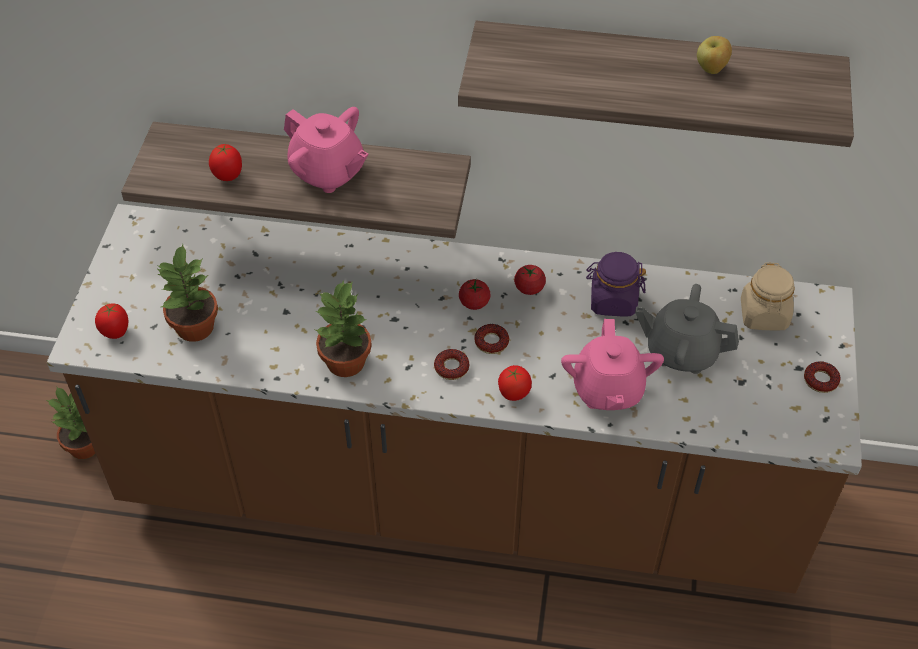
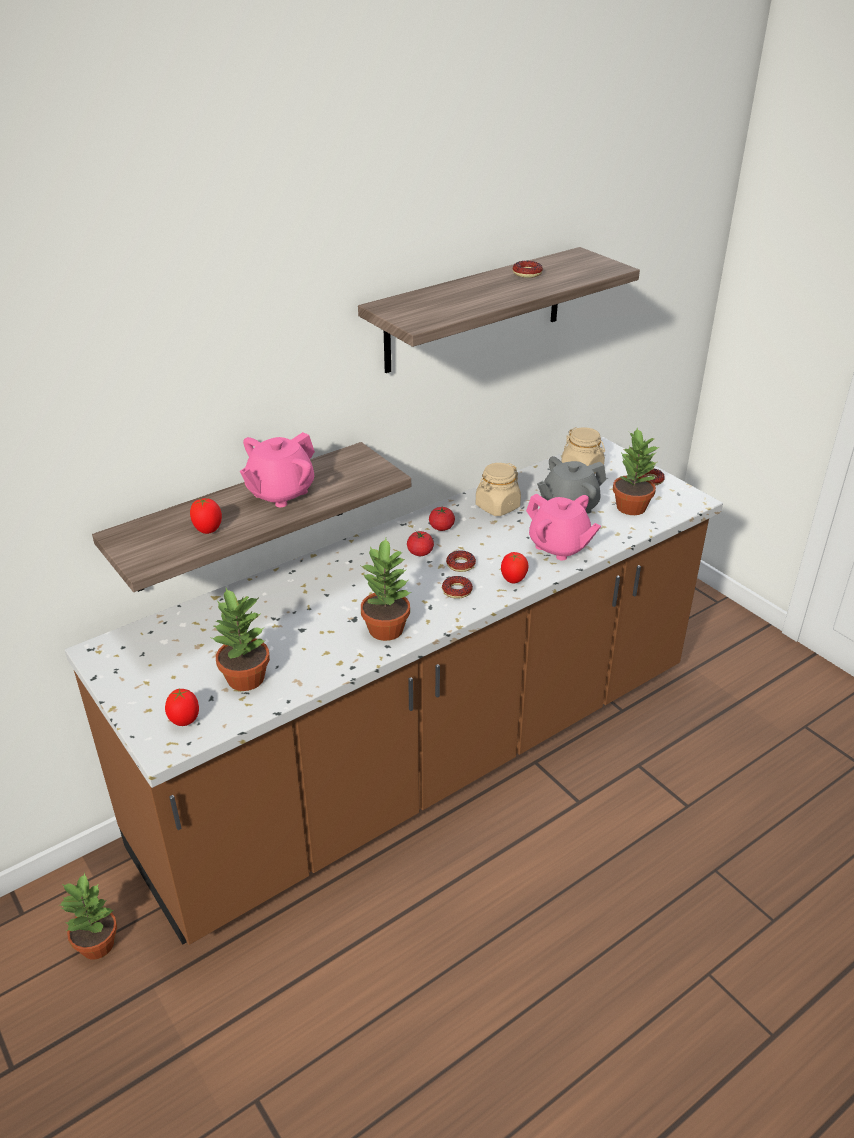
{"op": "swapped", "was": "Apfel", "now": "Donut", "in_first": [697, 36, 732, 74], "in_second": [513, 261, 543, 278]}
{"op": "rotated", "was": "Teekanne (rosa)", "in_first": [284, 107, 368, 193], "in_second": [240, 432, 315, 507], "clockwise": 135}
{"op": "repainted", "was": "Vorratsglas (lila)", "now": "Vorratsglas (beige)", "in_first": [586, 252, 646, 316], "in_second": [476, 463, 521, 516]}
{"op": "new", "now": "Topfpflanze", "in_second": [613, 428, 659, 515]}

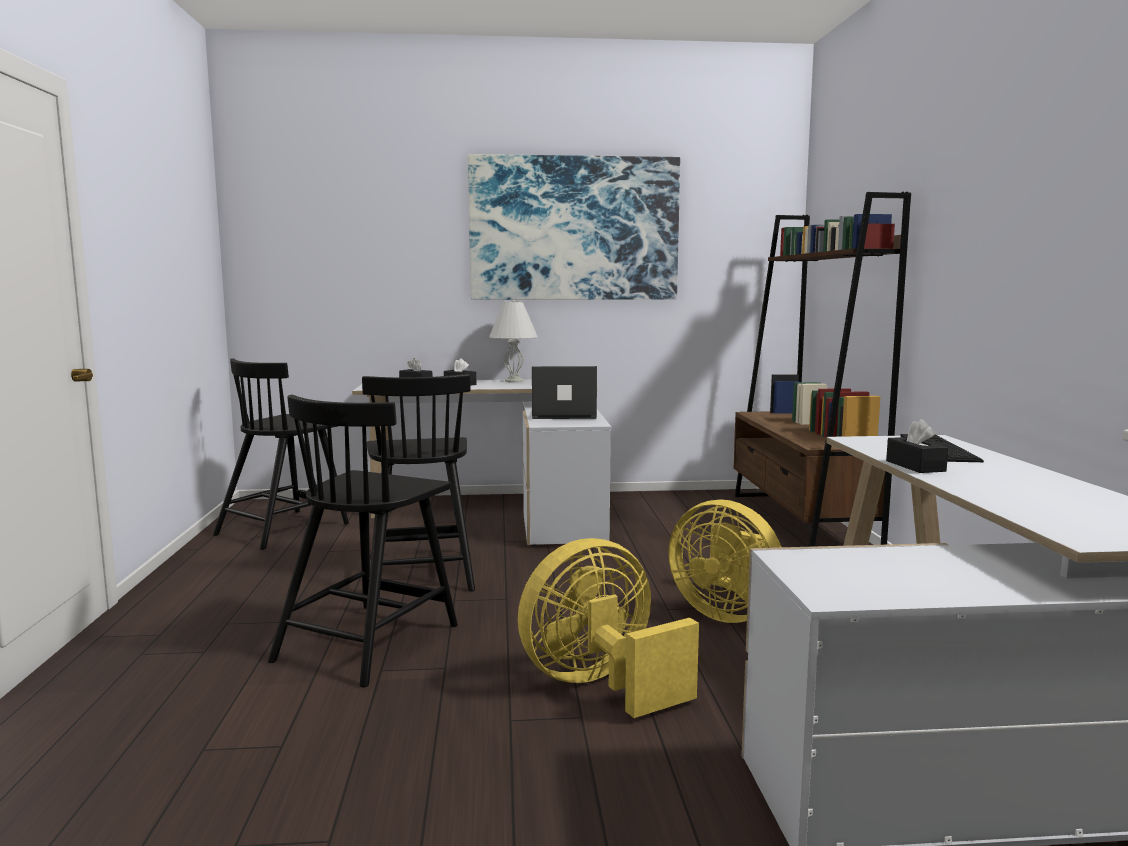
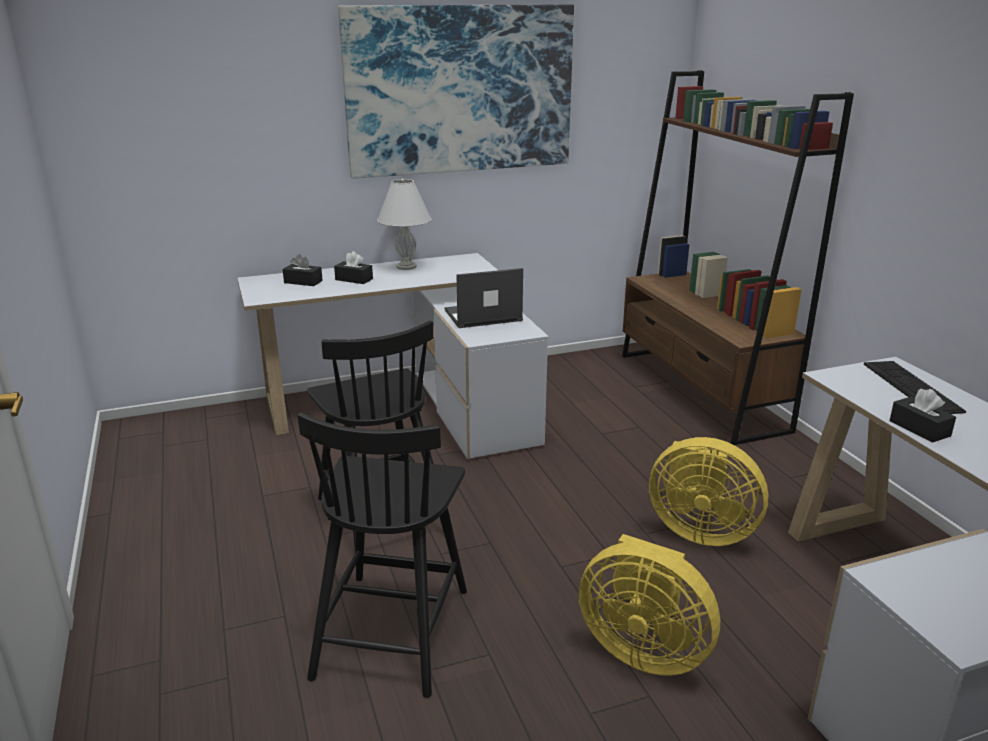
{"op": "gone", "was": "Stuhl (schwarz)", "in_first": [213, 358, 349, 550]}
{"op": "rotated", "was": "Ventilator (gelb)", "in_first": [518, 538, 699, 718], "in_second": [579, 534, 720, 676], "clockwise": -105}

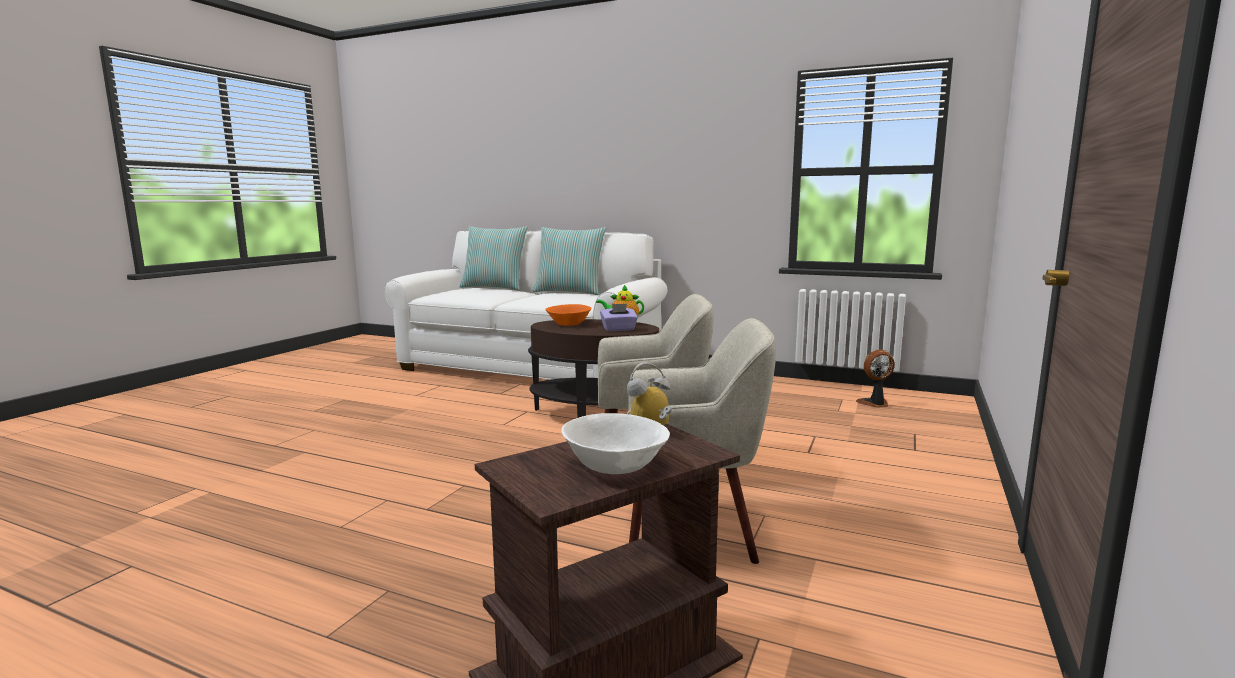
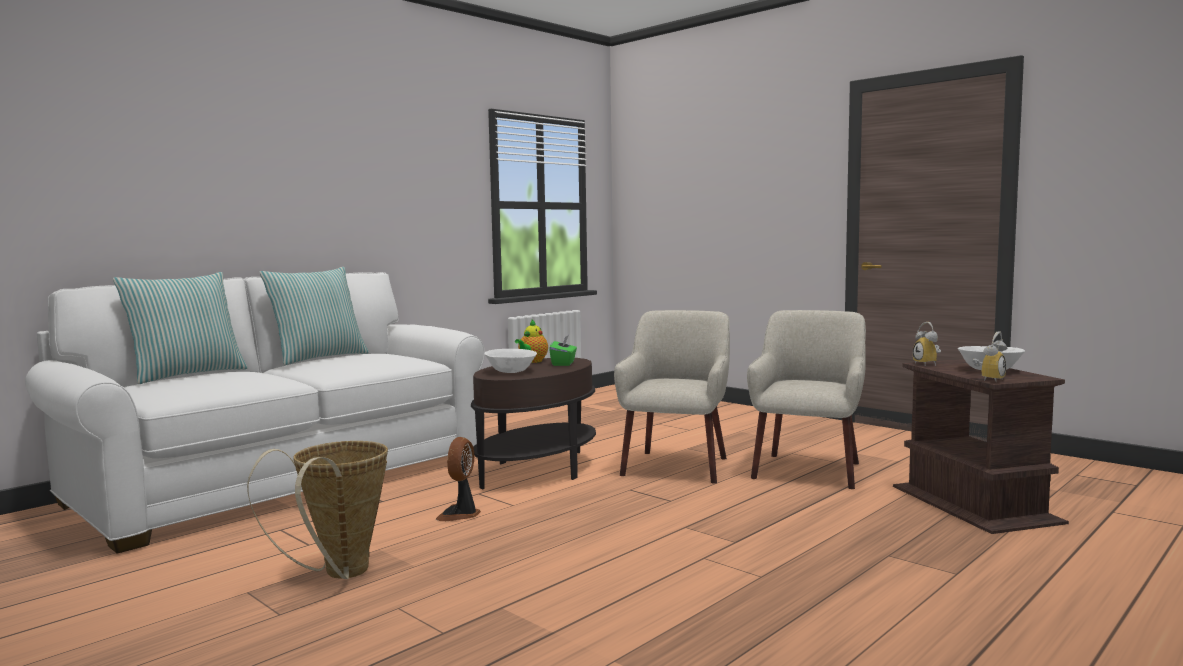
{"op": "repainted", "was": "Schüssel (orange)", "now": "Schüssel (weiß)", "in_first": [545, 304, 591, 326], "in_second": [484, 349, 537, 373]}
{"op": "repainted", "was": "Taschentuchbox (lila)", "now": "Taschentuchbox (grün)", "in_first": [600, 304, 638, 331], "in_second": [549, 335, 577, 366]}
{"op": "shifted", "was": "Ventilator", "in_first": [856, 349, 895, 408], "in_second": [436, 437, 481, 521]}
{"op": "new", "now": "Wecker", "in_second": [973, 331, 1007, 381]}
{"op": "new", "now": "Korb", "in_second": [247, 441, 388, 579]}

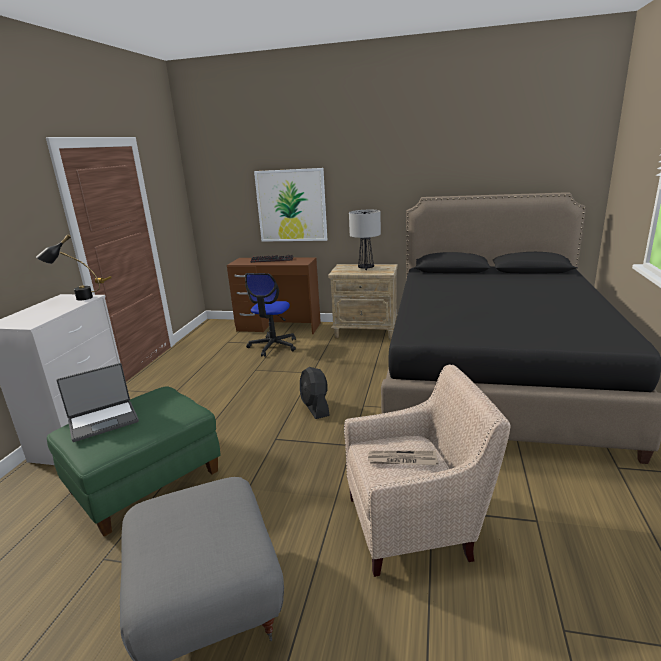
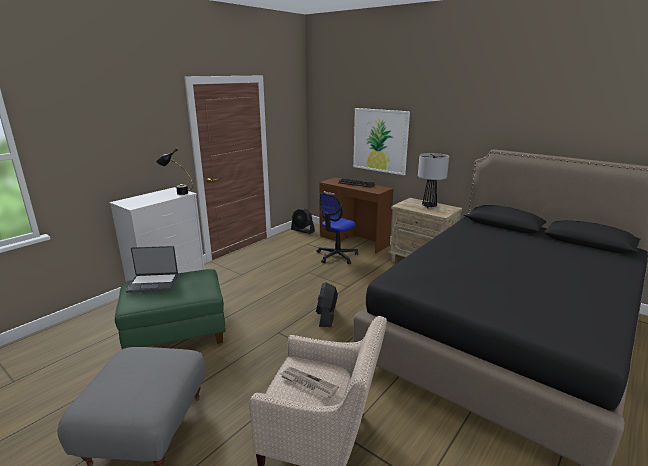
{"op": "new", "now": "Ventilator (schwarz)", "in_second": [291, 208, 315, 234]}

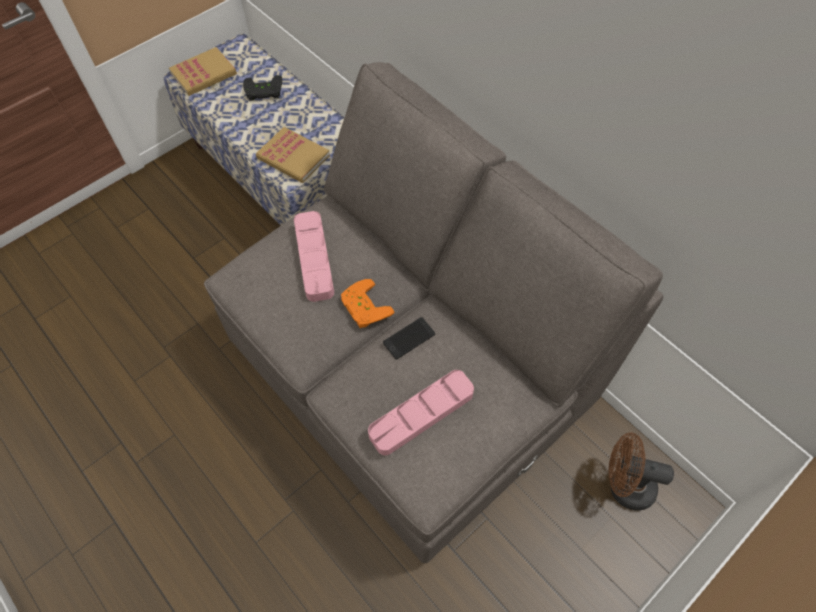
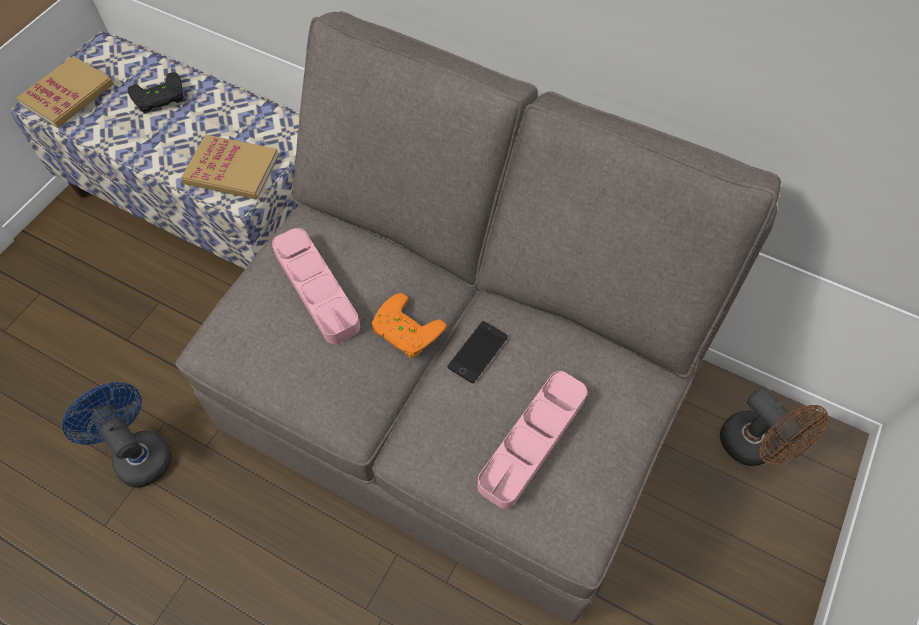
{"op": "rotated", "was": "Ventilator (braun)", "in_first": [608, 432, 674, 510], "in_second": [720, 388, 828, 466], "clockwise": -120}
{"op": "new", "now": "Ventilator (blau)", "in_second": [62, 382, 172, 488]}

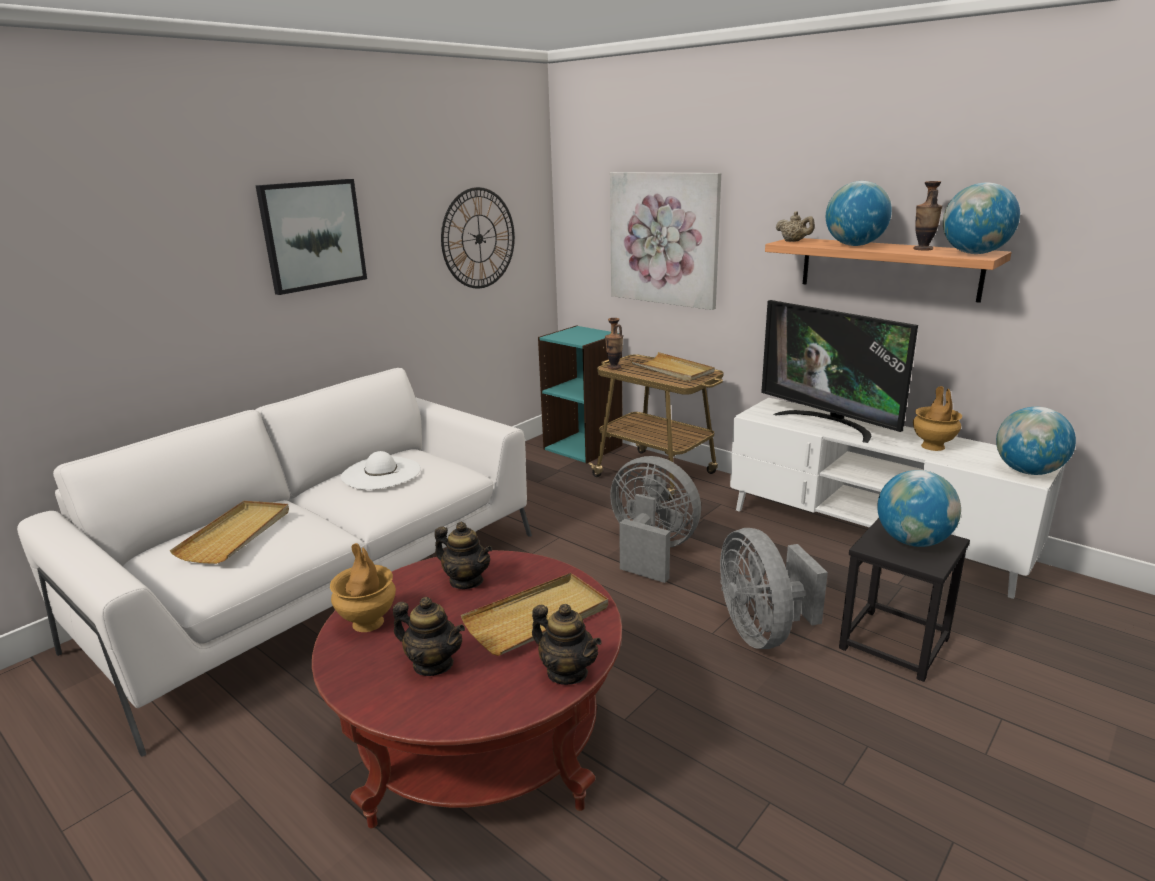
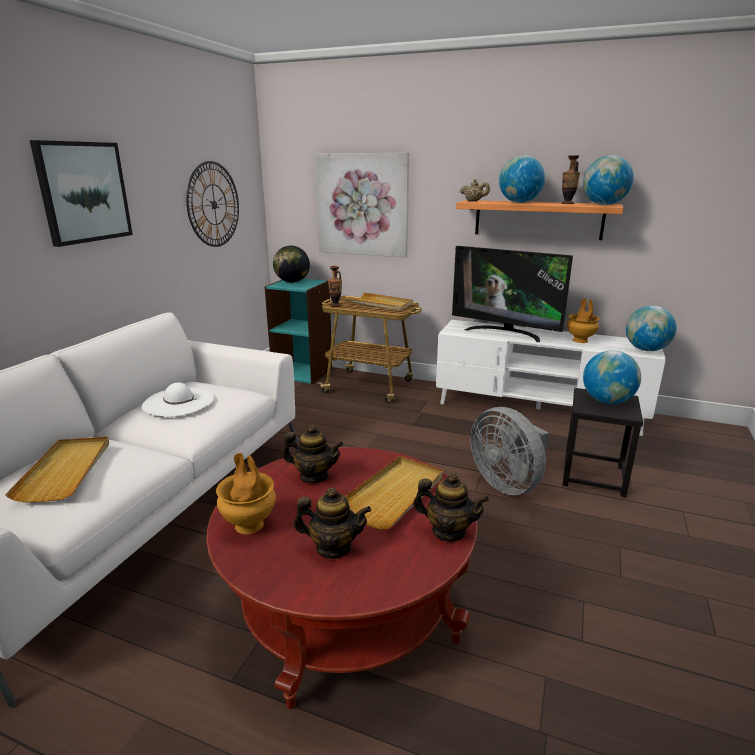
{"op": "gone", "was": "Ventilator (grau)", "in_first": [610, 456, 701, 583]}
{"op": "new", "now": "Globus", "in_second": [273, 246, 310, 283]}

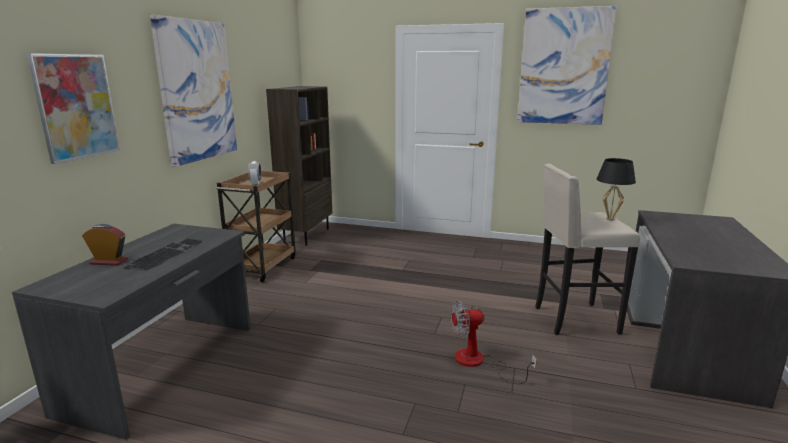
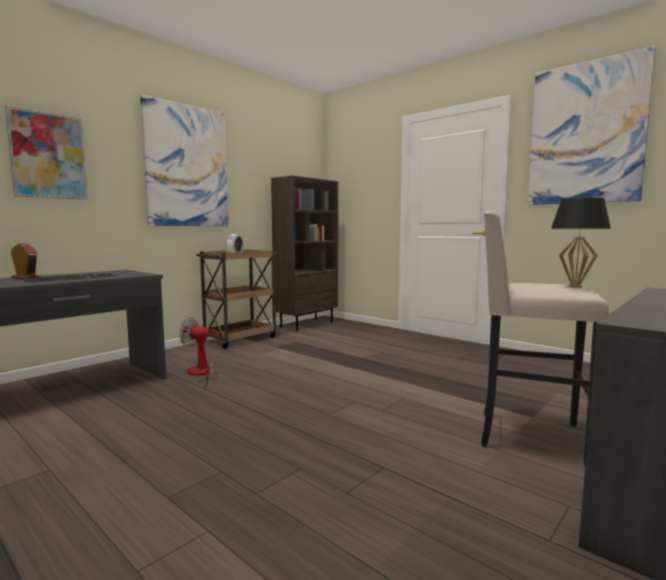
{"op": "shifted", "was": "Ventilator", "in_first": [451, 301, 537, 384], "in_second": [179, 317, 219, 388]}

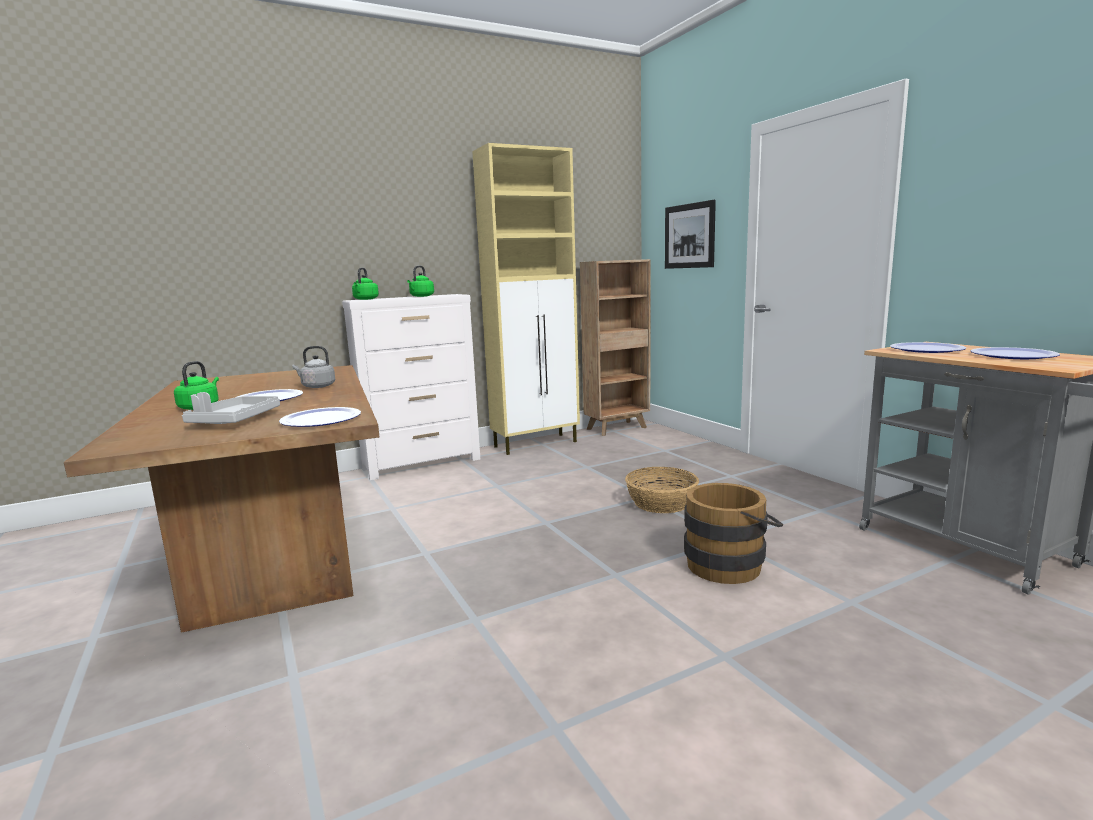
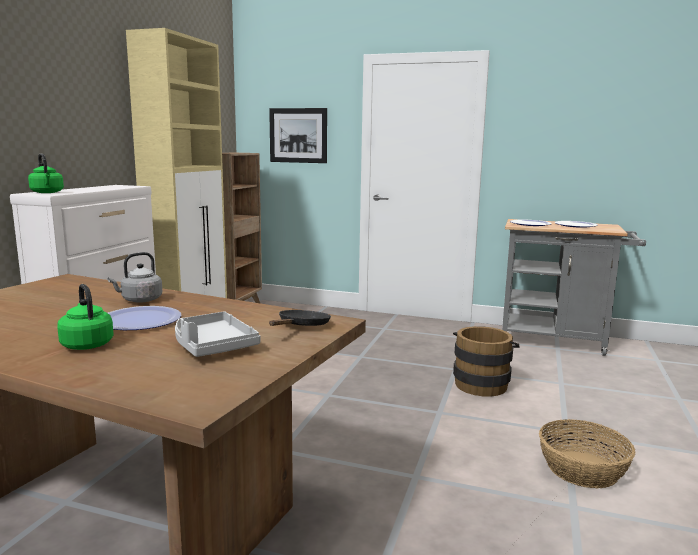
{"op": "gone", "was": "Wasserkessel (grün)", "in_first": [407, 266, 434, 297]}
{"op": "swapped", "was": "Teller", "now": "Pfanne (schwarz)", "in_first": [279, 407, 361, 427], "in_second": [269, 310, 331, 326]}
{"op": "shifted", "was": "Korb", "in_first": [625, 467, 699, 513], "in_second": [539, 419, 636, 488]}

